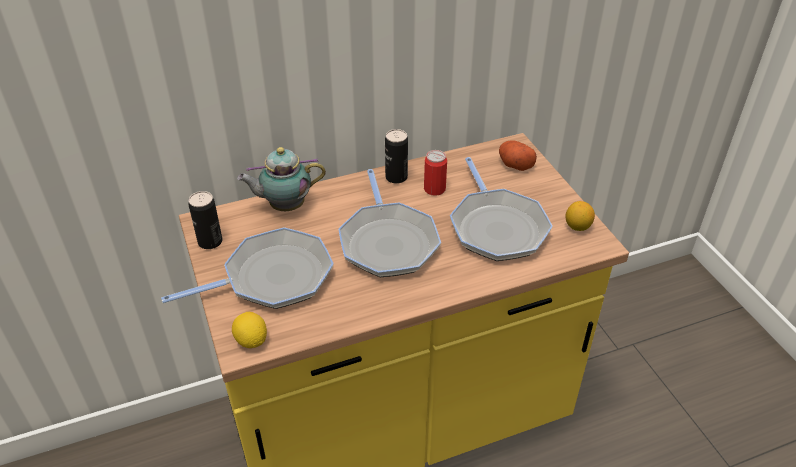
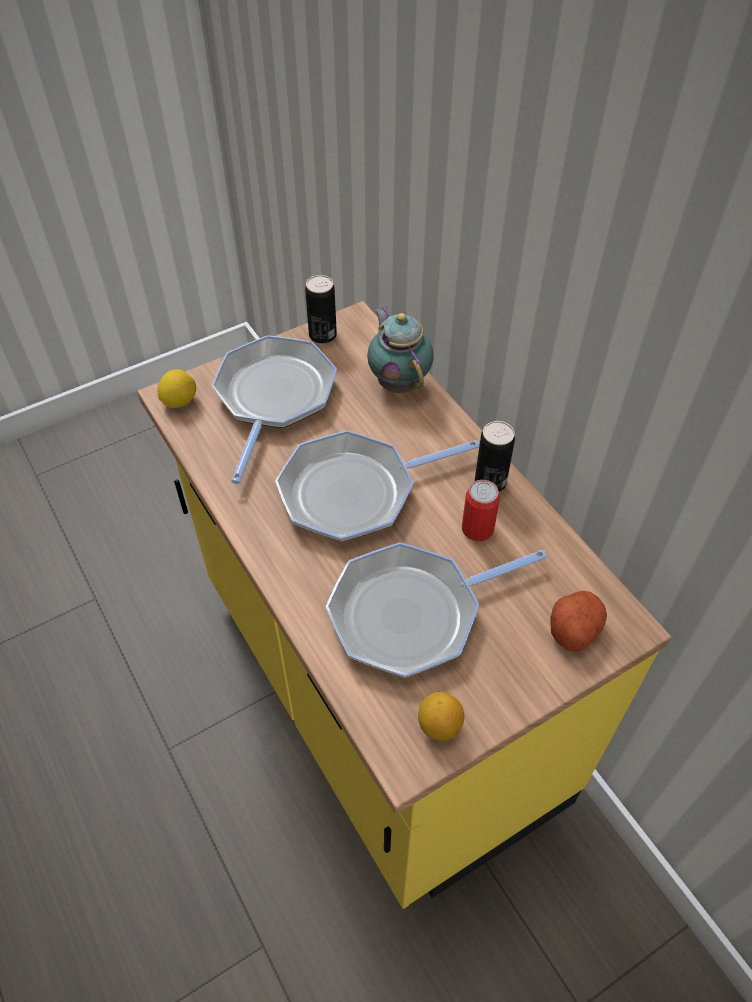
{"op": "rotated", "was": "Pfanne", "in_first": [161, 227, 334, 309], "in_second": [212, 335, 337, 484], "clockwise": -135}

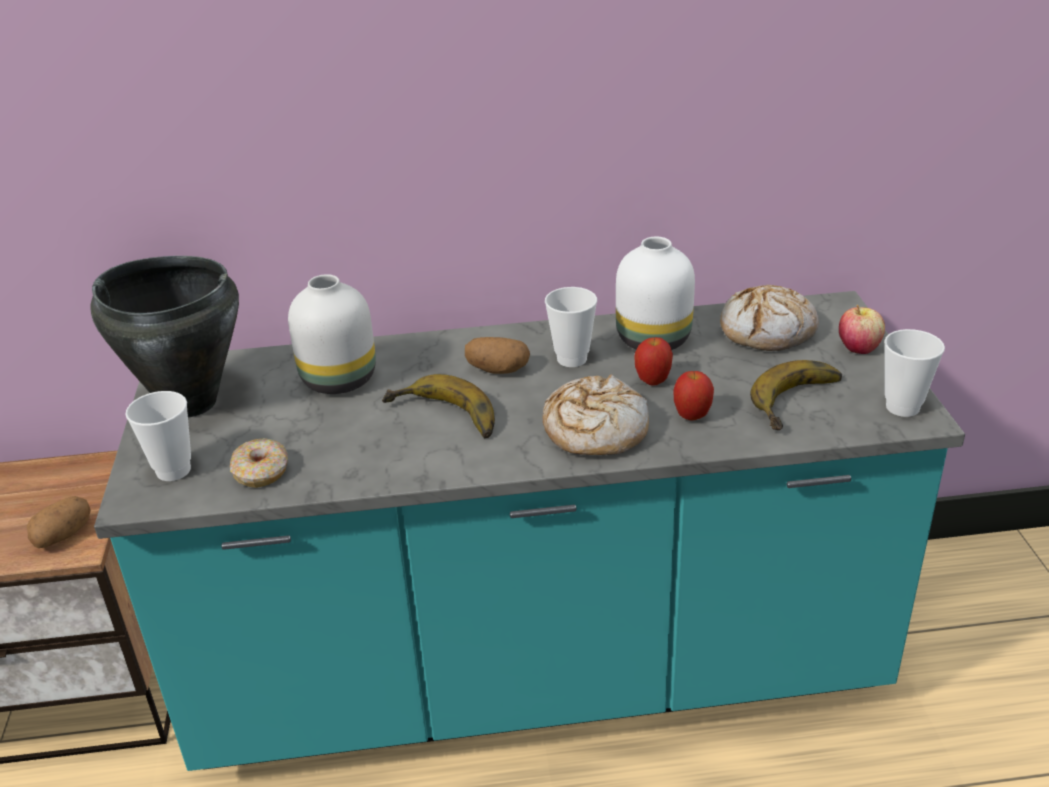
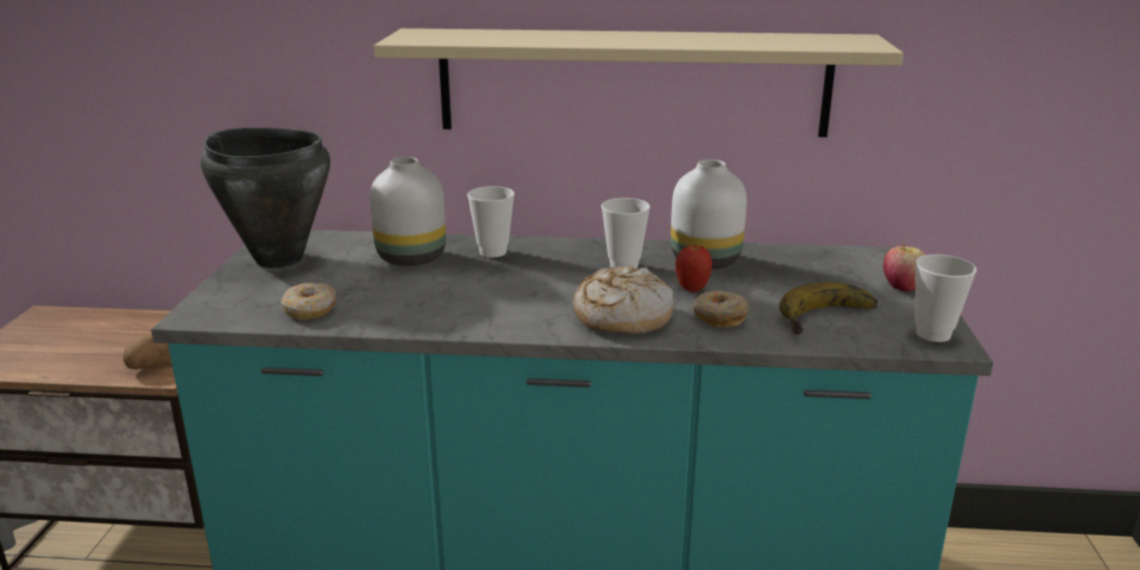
{"op": "gone", "was": "Brot", "in_first": [720, 285, 819, 351]}
{"op": "gone", "was": "Kartoffel", "in_first": [465, 337, 530, 374]}
{"op": "swapped", "was": "Apfel", "now": "Donut", "in_first": [673, 371, 714, 420], "in_second": [693, 291, 749, 328]}
{"op": "gone", "was": "Banane", "in_first": [382, 374, 495, 438]}
{"op": "shifted", "was": "Tasse", "in_first": [125, 391, 191, 481], "in_second": [467, 186, 515, 257]}
{"op": "new", "now": "Wandregal (beige)", "in_second": [374, 28, 903, 137]}

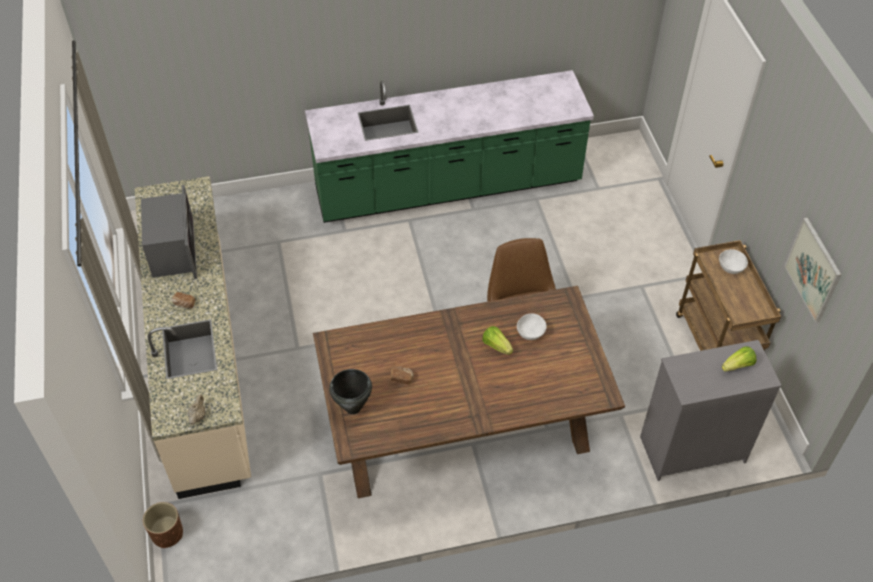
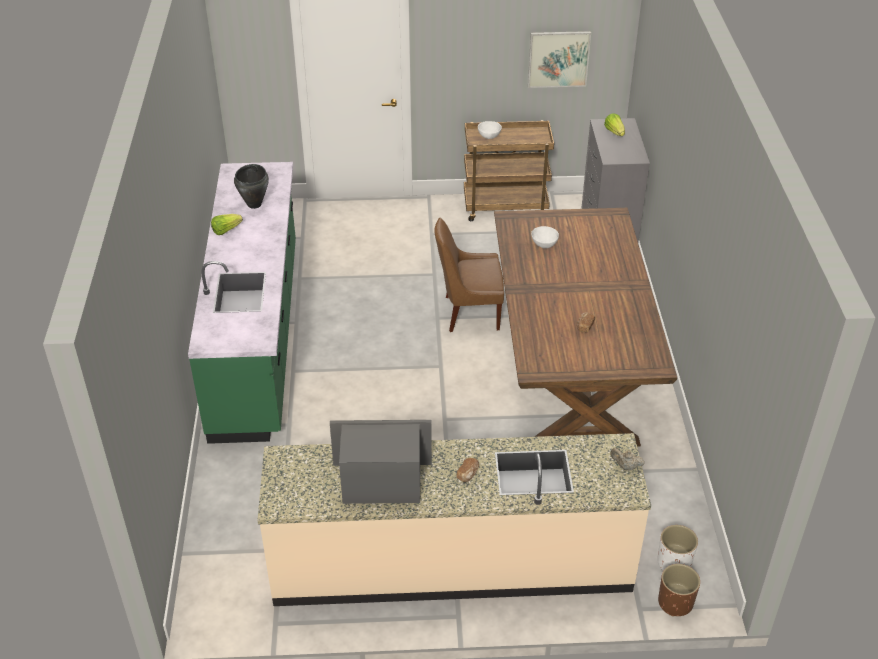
{"op": "shifted", "was": "Salatkopf", "in_first": [482, 326, 513, 355], "in_second": [211, 214, 243, 235]}
{"op": "shifted", "was": "Kochtopf (schwarz)", "in_first": [329, 369, 372, 414], "in_second": [234, 164, 269, 209]}
{"op": "new", "now": "Pflanzkübel (weiß)", "in_second": [657, 525, 698, 571]}

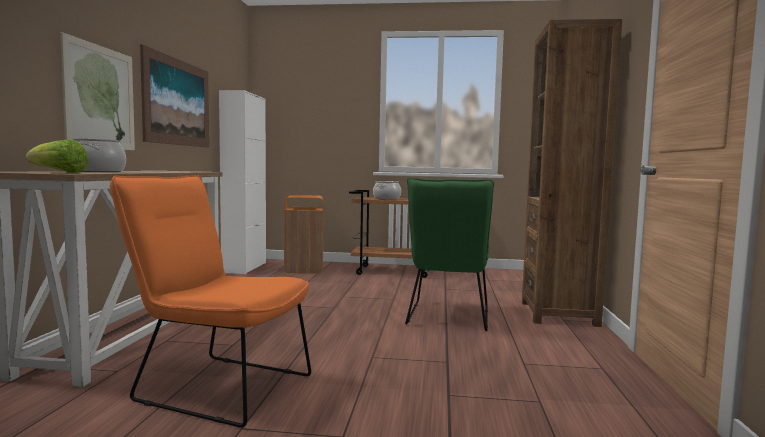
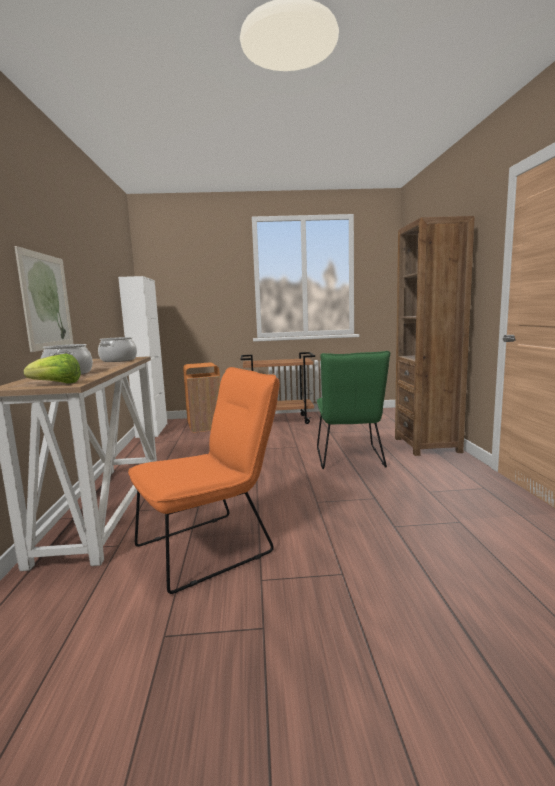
{"op": "gone", "was": "Bild", "in_first": [140, 45, 209, 148]}
{"op": "rotated", "was": "Stuhl (orange)", "in_first": [110, 175, 311, 427], "in_second": [128, 367, 280, 594], "clockwise": 135}
{"op": "shifted", "was": "Kochtopf", "in_first": [373, 181, 401, 200], "in_second": [98, 337, 137, 362]}

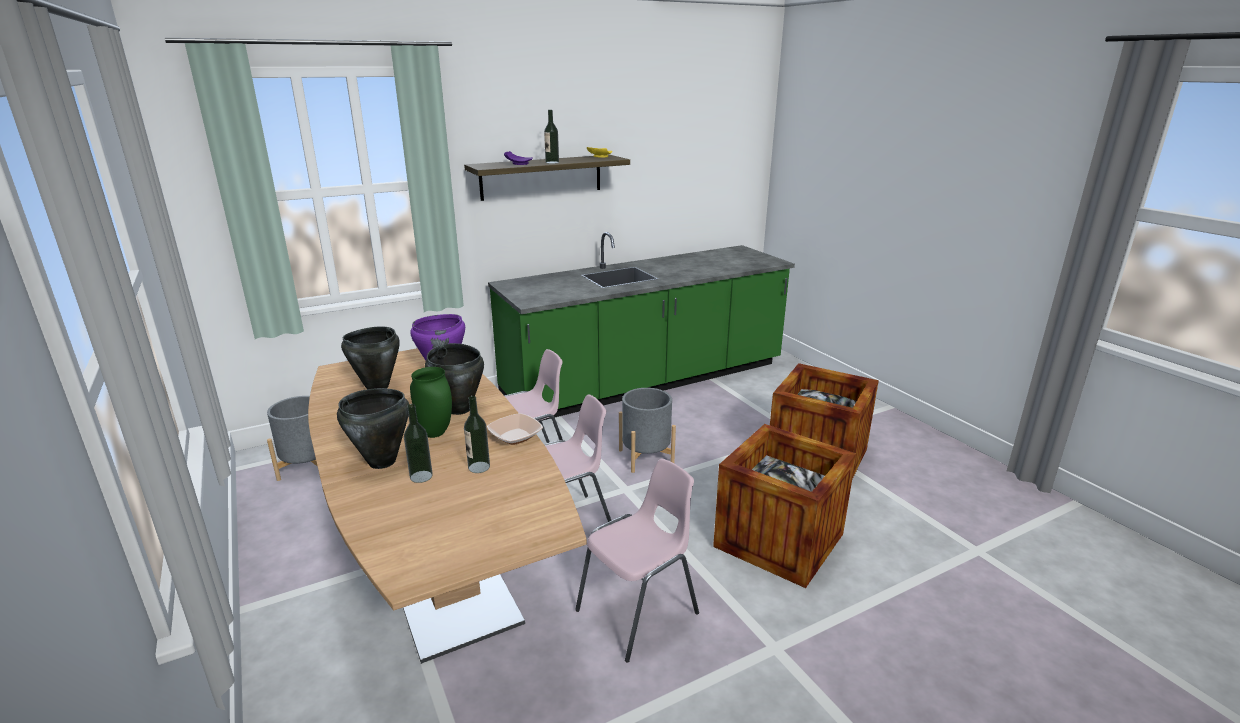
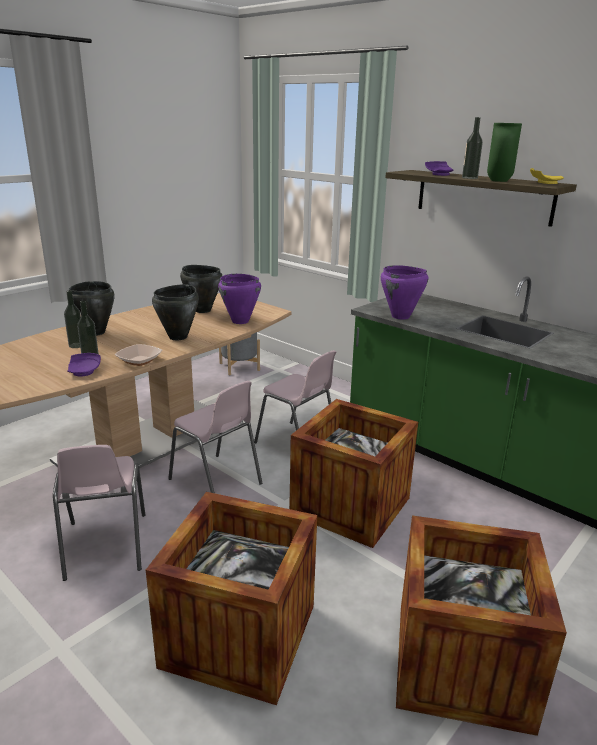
{"op": "shifted", "was": "Vase (grün)", "in_first": [410, 367, 452, 438], "in_second": [487, 123, 522, 182]}
{"op": "swapped", "was": "Pflanzkübel (grau)", "now": "Kiste", "in_first": [619, 388, 676, 473], "in_second": [289, 399, 418, 548]}
{"op": "rotated", "was": "Stuhl (rosa)", "in_first": [575, 459, 699, 662], "in_second": [53, 445, 145, 581], "clockwise": 45}
{"op": "new", "now": "Kochtopf (lila)", "in_second": [381, 265, 428, 319]}
{"op": "new", "now": "Teller (lila)", "in_second": [68, 353, 101, 377]}

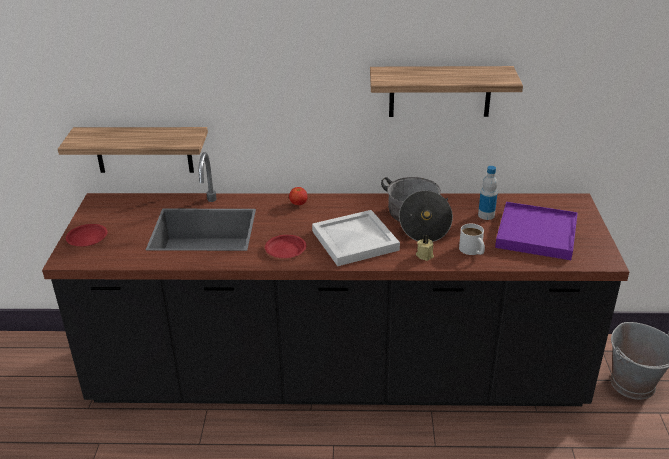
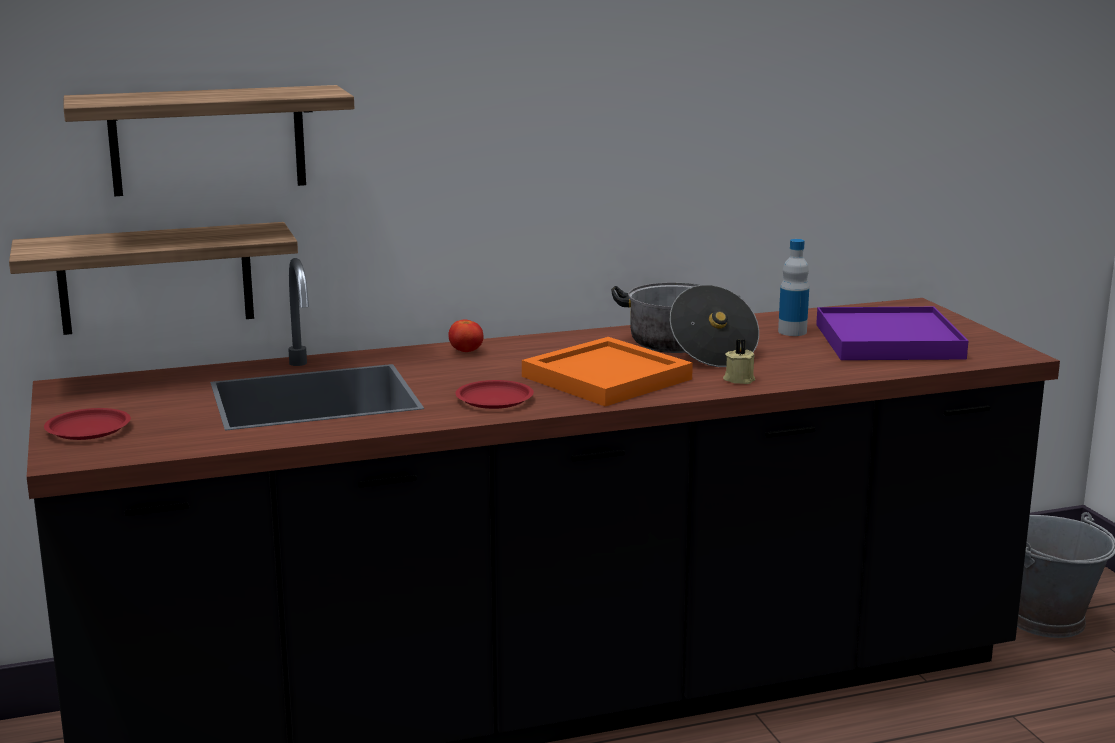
{"op": "shifted", "was": "Wandregal", "in_first": [370, 66, 523, 117], "in_second": [64, 85, 354, 196]}
{"op": "repainted", "was": "Tablett (weiß)", "now": "Tablett (orange)", "in_first": [312, 210, 400, 266], "in_second": [522, 337, 693, 406]}
{"op": "gone", "was": "Henkelbecher (weiß)", "in_first": [459, 224, 485, 255]}

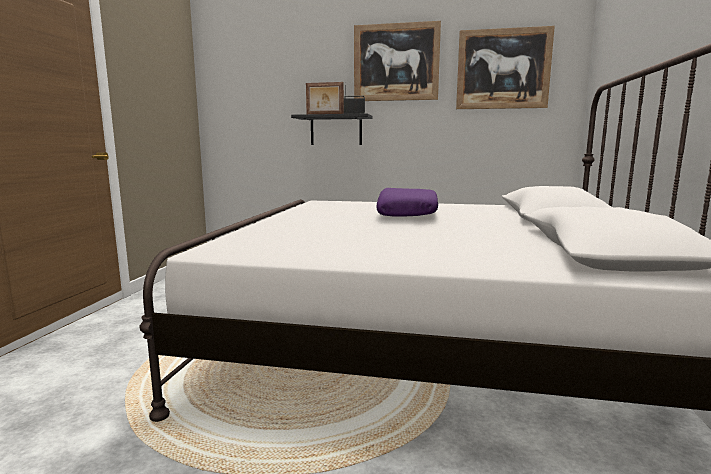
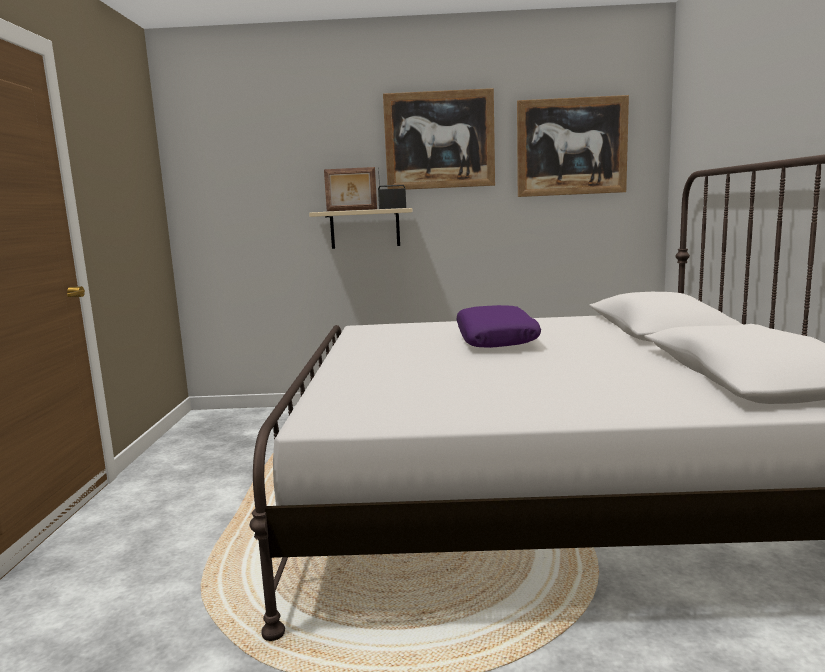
{"op": "repainted", "was": "Wandregal (schwarz)", "now": "Wandregal (beige)", "in_first": [291, 114, 373, 145], "in_second": [309, 208, 413, 249]}

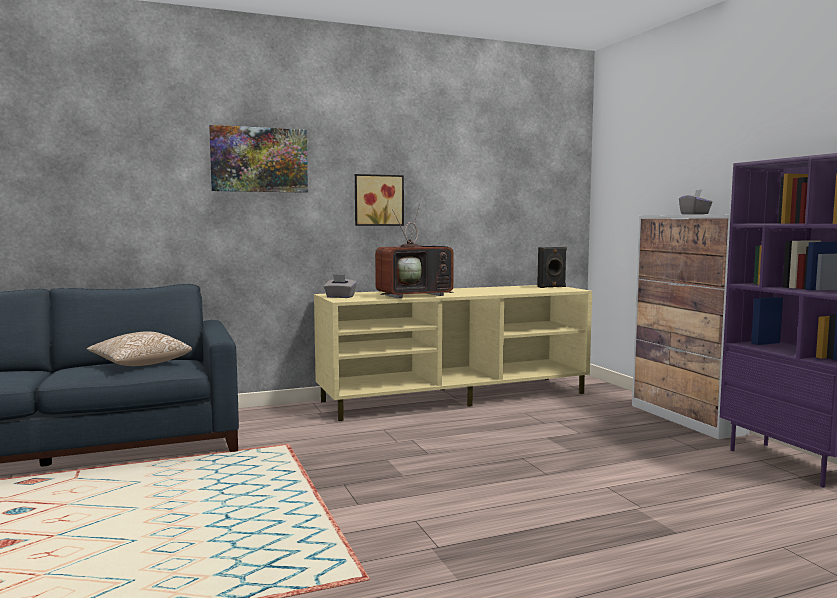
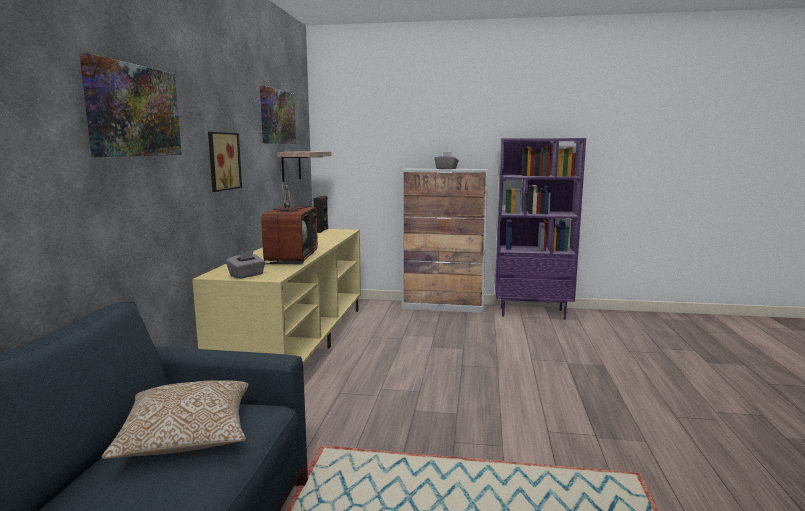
{"op": "new", "now": "Bild", "in_second": [260, 86, 296, 144]}
{"op": "new", "now": "Wandregal", "in_second": [277, 151, 331, 182]}

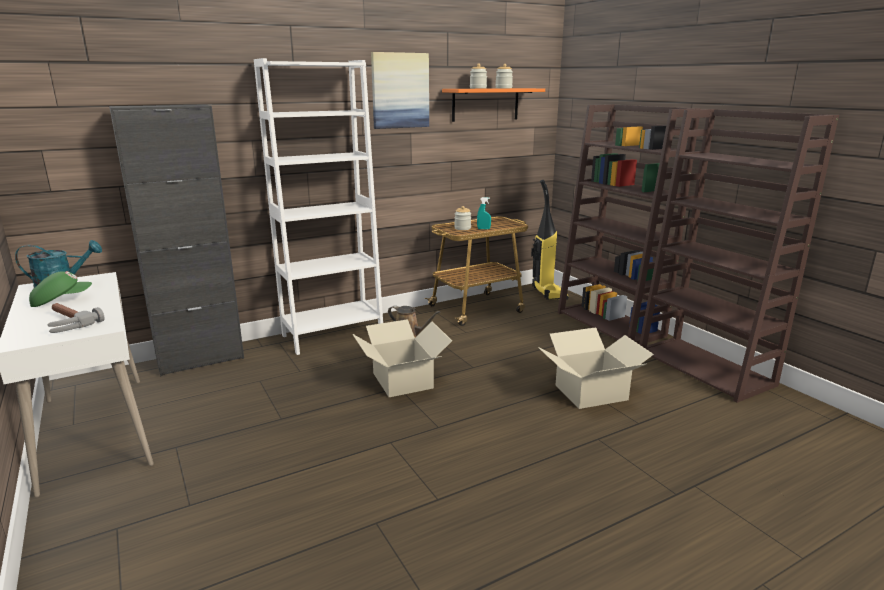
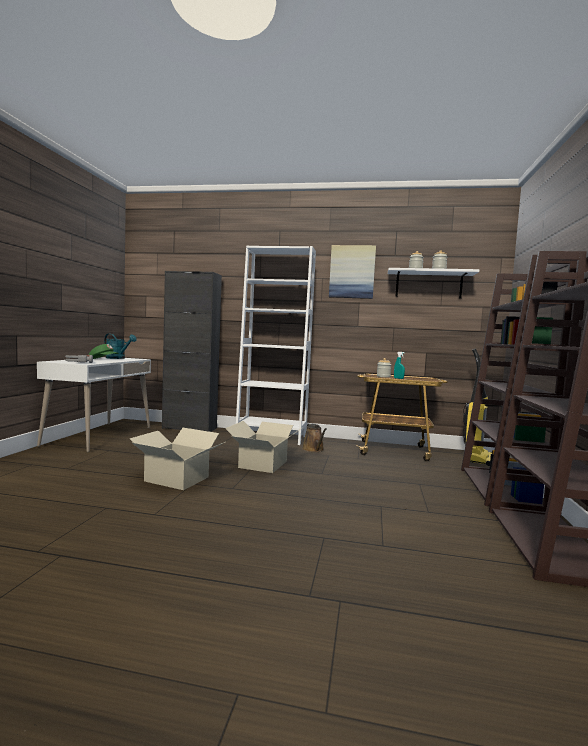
{"op": "repainted", "was": "Wandregal (orange)", "now": "Wandregal (weiß)", "in_first": [442, 88, 545, 122], "in_second": [388, 268, 479, 299]}
{"op": "shifted", "was": "Karton", "in_first": [538, 327, 654, 409], "in_second": [130, 428, 225, 490]}

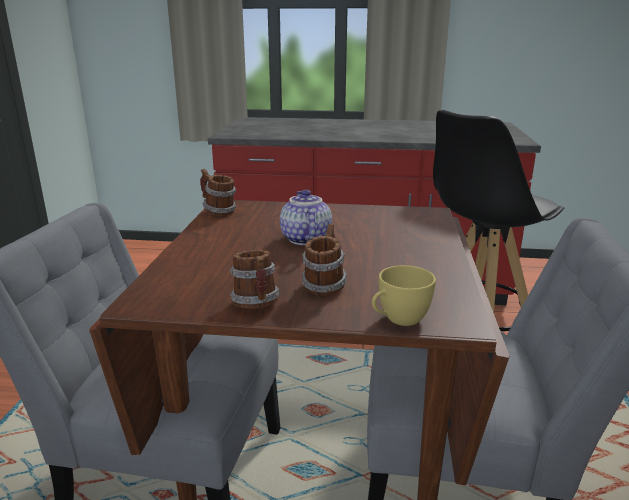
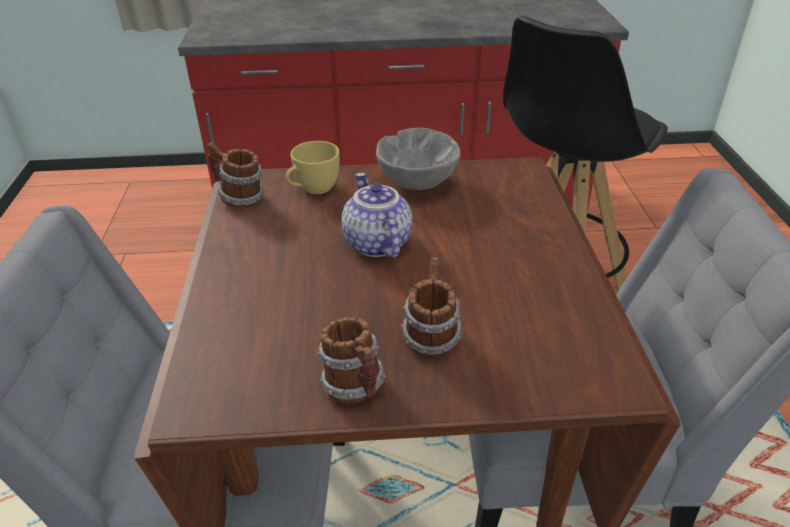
{"op": "shifted", "was": "Tasse (gelb)", "in_first": [372, 265, 436, 326], "in_second": [285, 141, 340, 194]}
{"op": "new", "now": "Schüssel (grau)", "in_second": [376, 128, 461, 190]}

